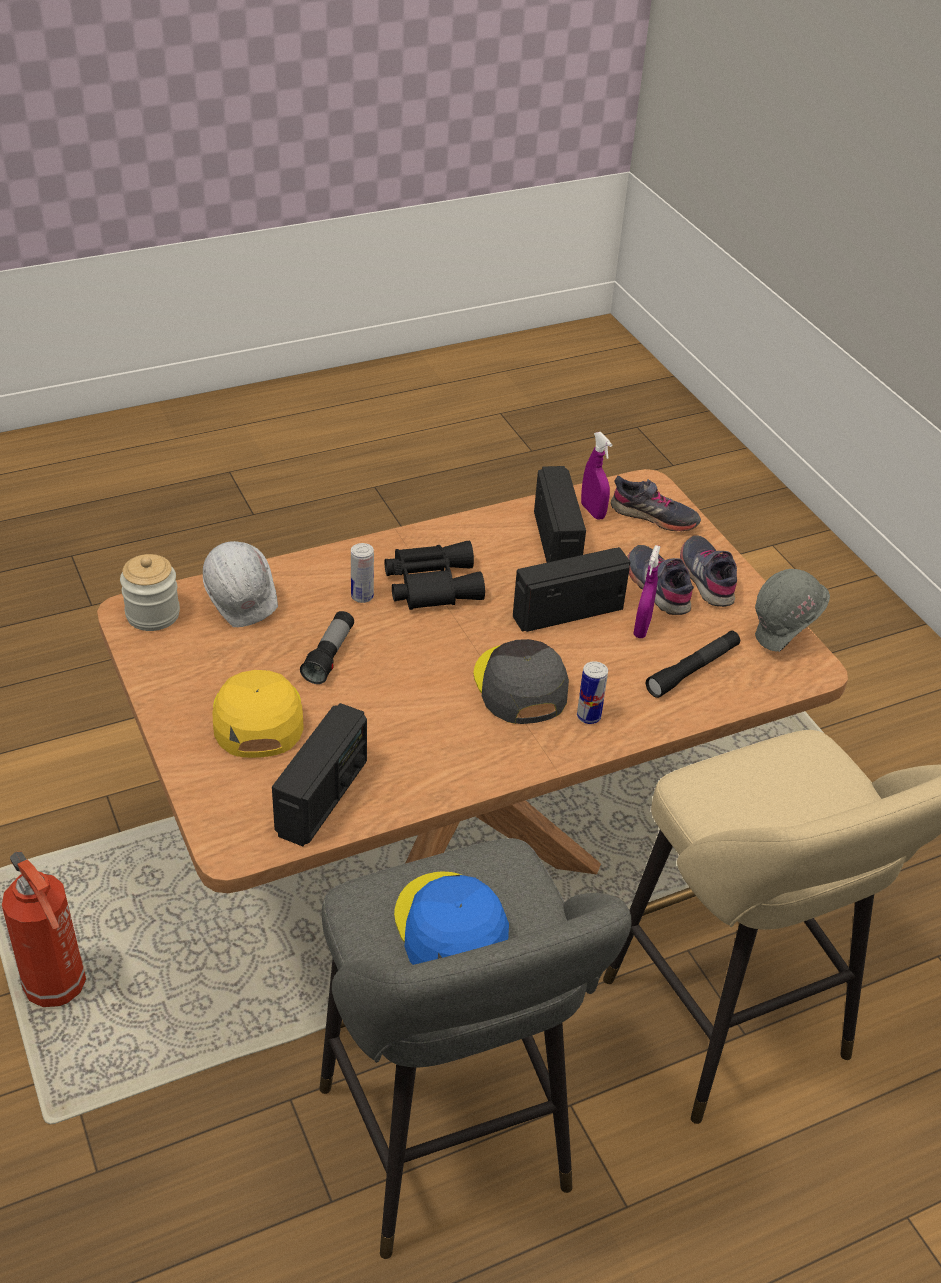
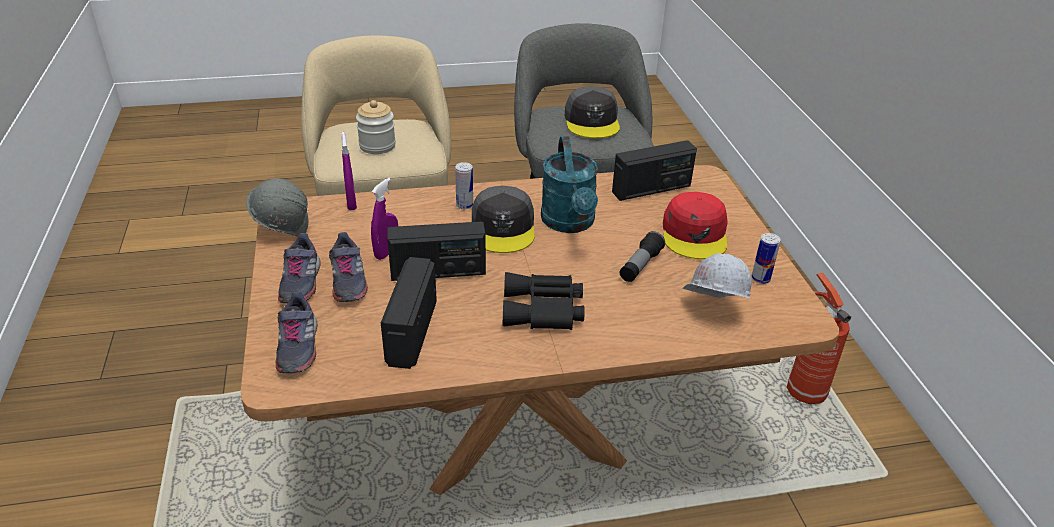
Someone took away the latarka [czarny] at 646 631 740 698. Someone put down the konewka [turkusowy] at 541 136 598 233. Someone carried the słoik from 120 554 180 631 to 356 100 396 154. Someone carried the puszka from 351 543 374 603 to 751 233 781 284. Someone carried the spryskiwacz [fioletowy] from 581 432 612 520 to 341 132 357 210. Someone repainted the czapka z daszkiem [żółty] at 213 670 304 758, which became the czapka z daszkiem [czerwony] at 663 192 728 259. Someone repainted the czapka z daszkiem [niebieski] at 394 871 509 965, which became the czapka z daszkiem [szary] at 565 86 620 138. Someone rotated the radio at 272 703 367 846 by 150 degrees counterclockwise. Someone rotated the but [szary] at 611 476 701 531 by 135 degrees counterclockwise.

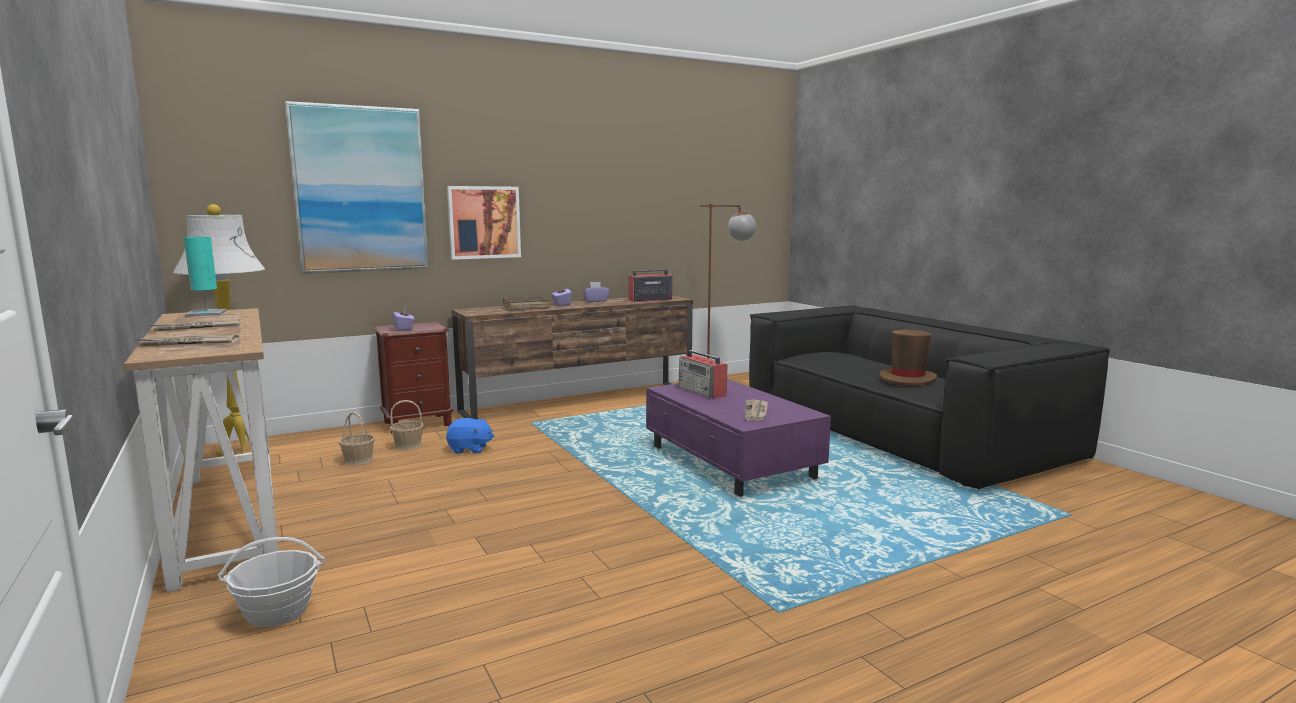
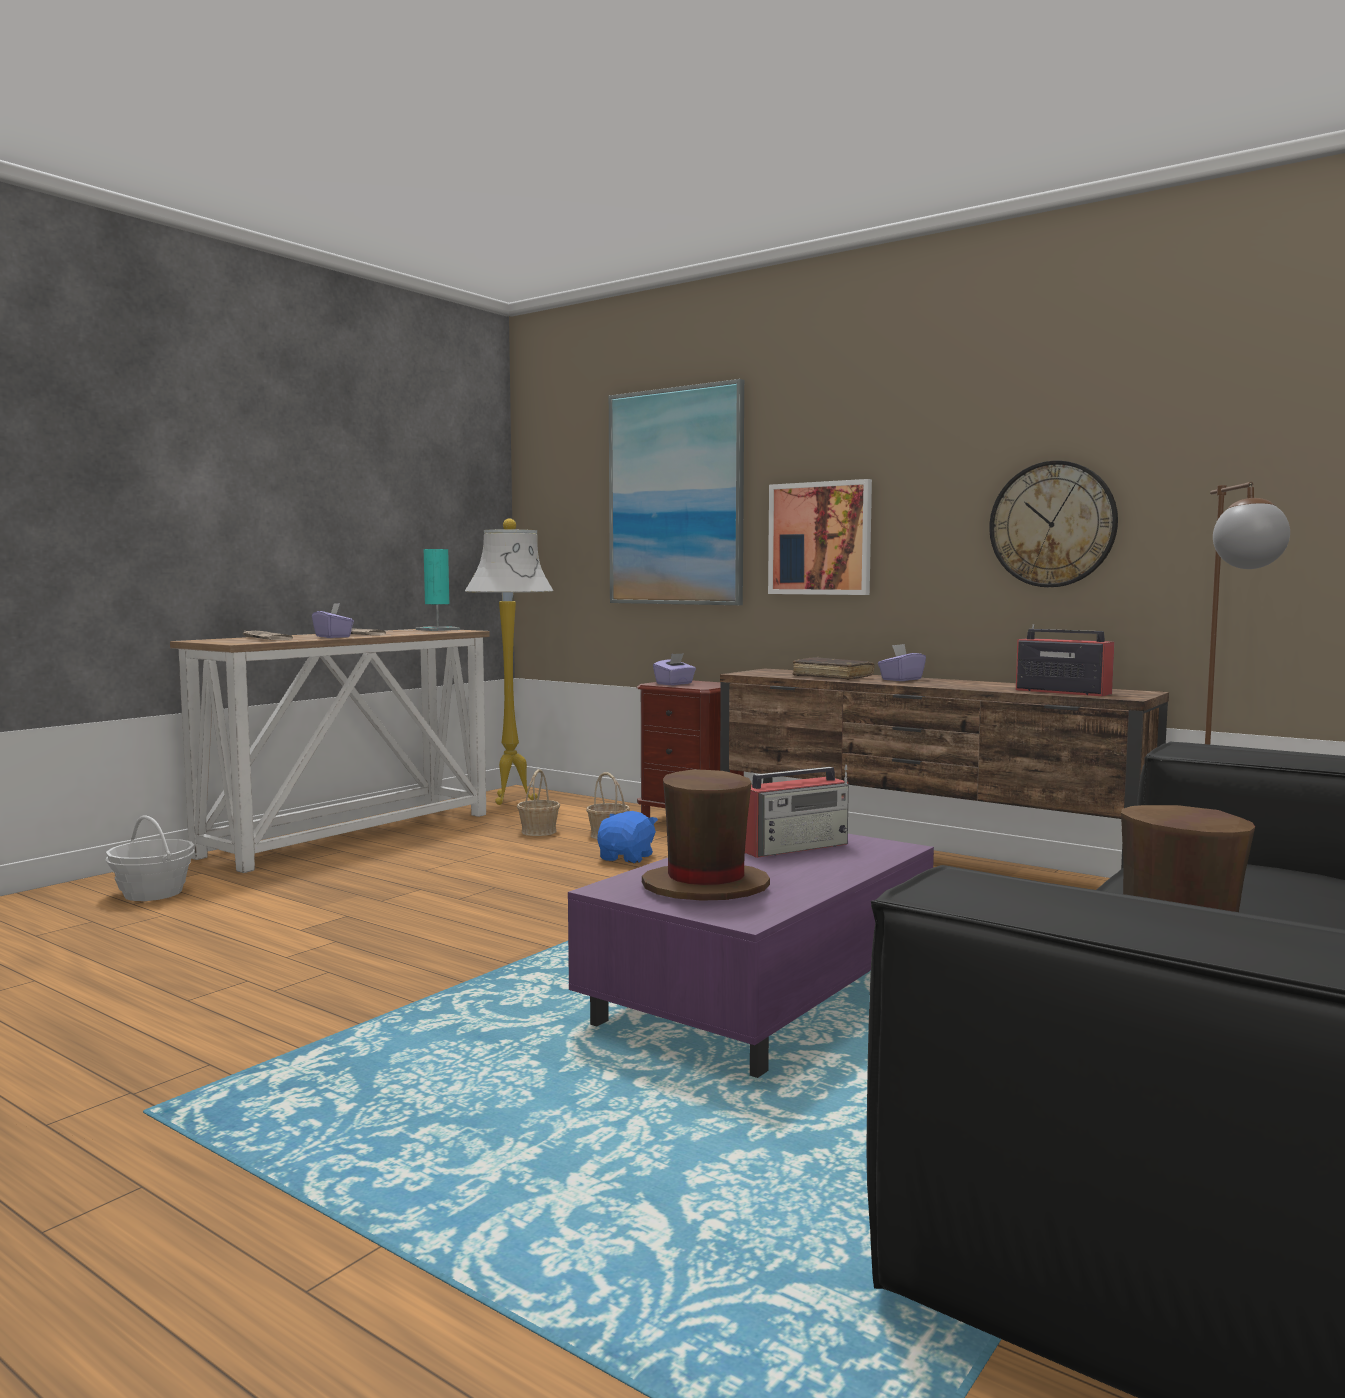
Someone put up the zegar ścienny at 989 461 1118 587. Someone carried the pudełko chusteczek [fioletowy] from 583 282 609 302 to 312 603 354 638. Someone swapped the gazeta at 745 400 768 421 for the kapelusz [brązowy] at 642 769 770 901. Someone rotated the pluszak [niebieski] at 446 418 494 453 by 135 degrees counterclockwise. Someone rotated the radio at 679 350 727 399 by 150 degrees counterclockwise.

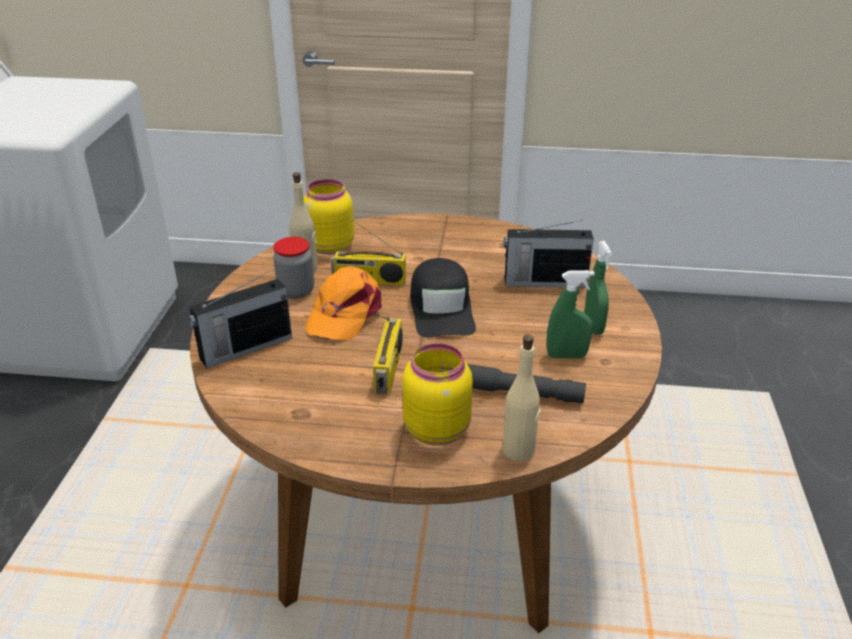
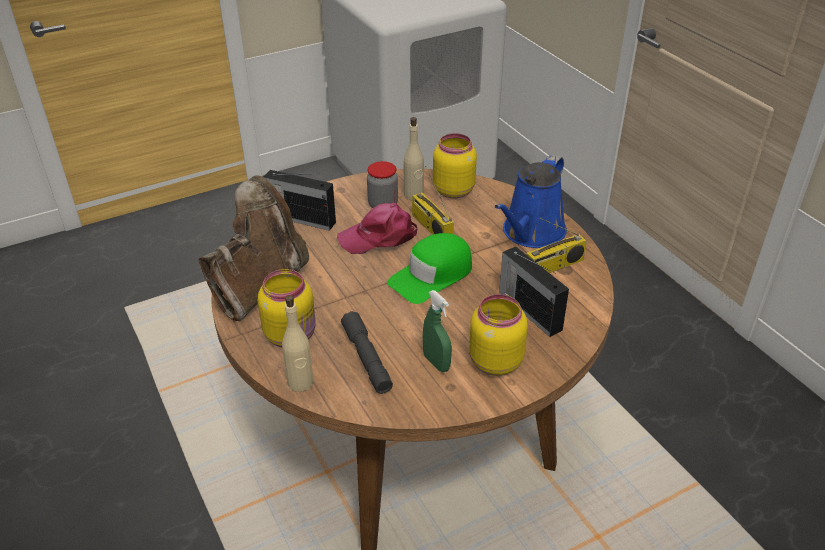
Someone put down the but z cholewką [brązowy] at 199 175 309 321. Someone put down the konewka [niebieski] at 495 155 567 248. Someone carried the radio from 373 314 403 394 to 526 218 587 273. Someone swapped the spryskiwacz [zielony] at 584 241 612 335 for the słoik [żółty] at 469 294 528 376. Someone repainted the czapka z daszkiem [pomarańczowy] at 305 266 382 340, which became the czapka z daszkiem [różowy] at 337 203 417 254. Someone repainted the czapka z daszkiem [czarny] at 410 258 476 338, which became the czapka z daszkiem [zielony] at 387 233 472 304.

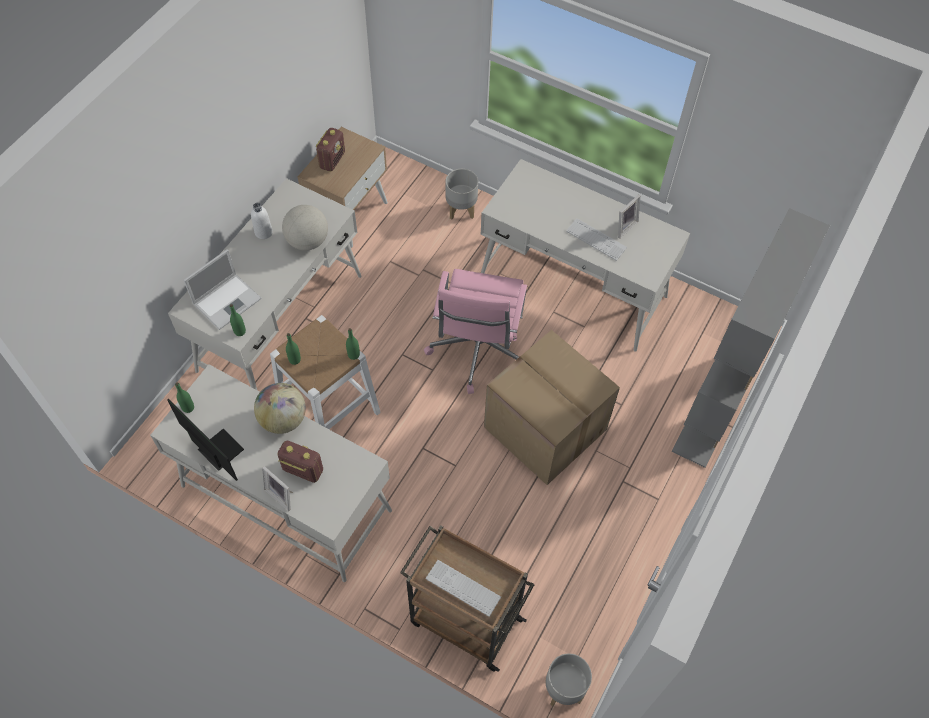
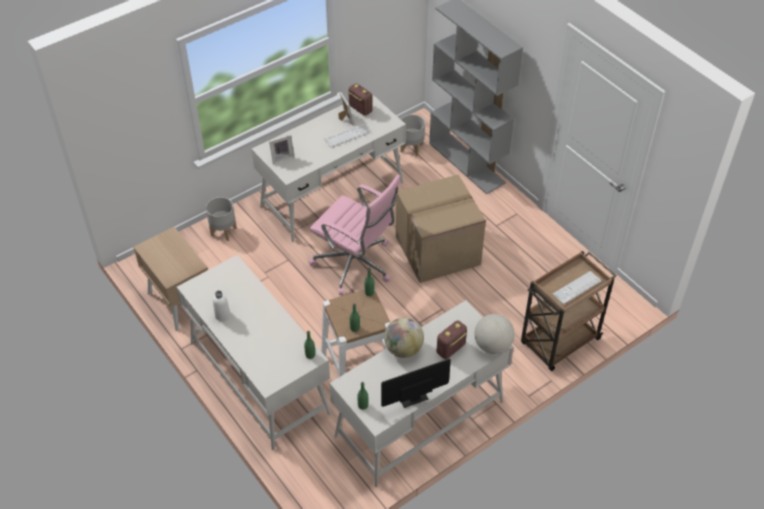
Someone took away the laptop at 184 249 262 330. Someone carried the ramka na zdjęcie from 262 466 293 511 to 269 134 295 165. Someone carried the globus from 282 205 328 251 to 474 314 515 354. Someone carried the radio from 316 128 345 171 to 348 83 373 116. Someone carried the donica [szary] from 546 653 592 706 to 400 114 425 156.

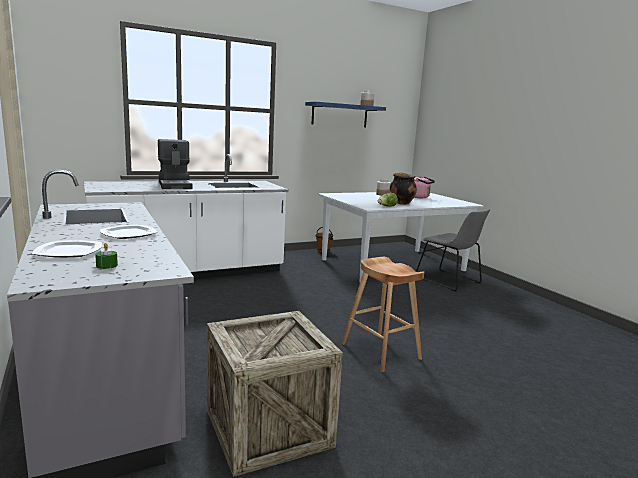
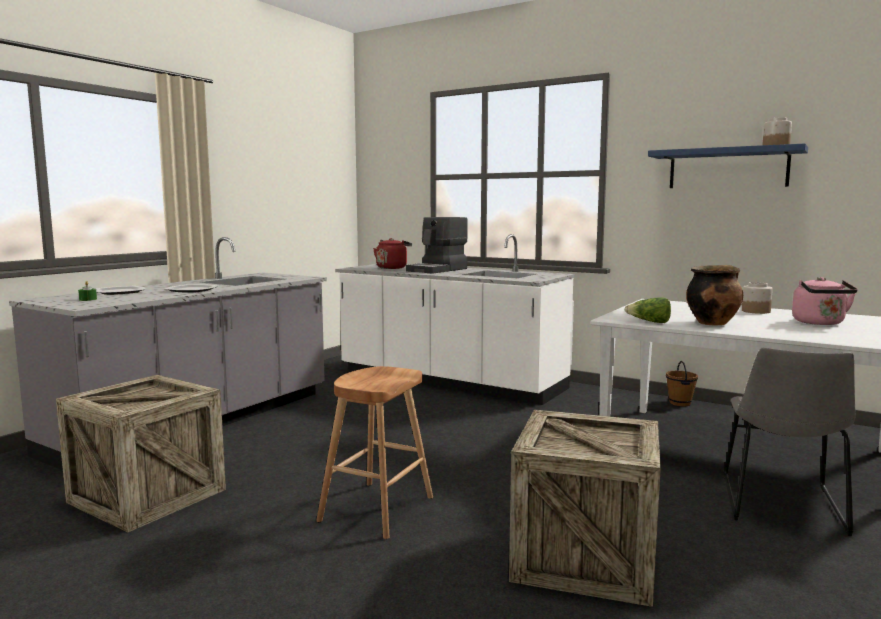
Someone put down the czajnik [czerwony] at 373 238 412 269. Someone put down the skrzynka at 509 410 661 607.

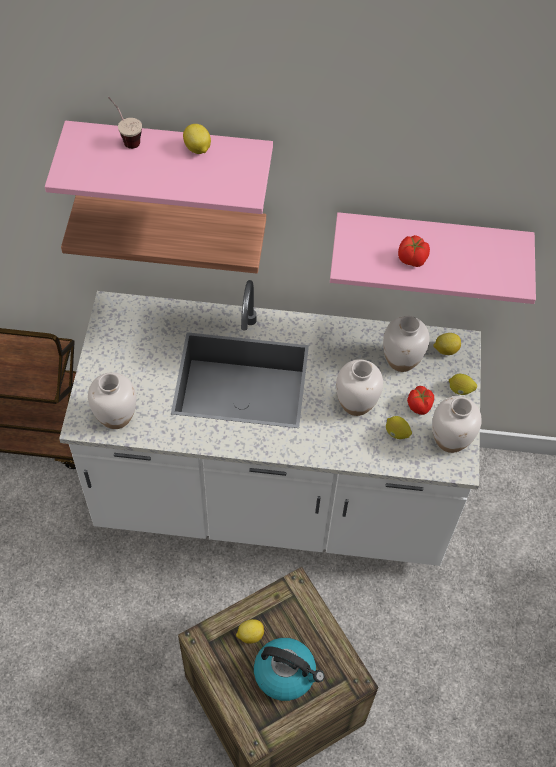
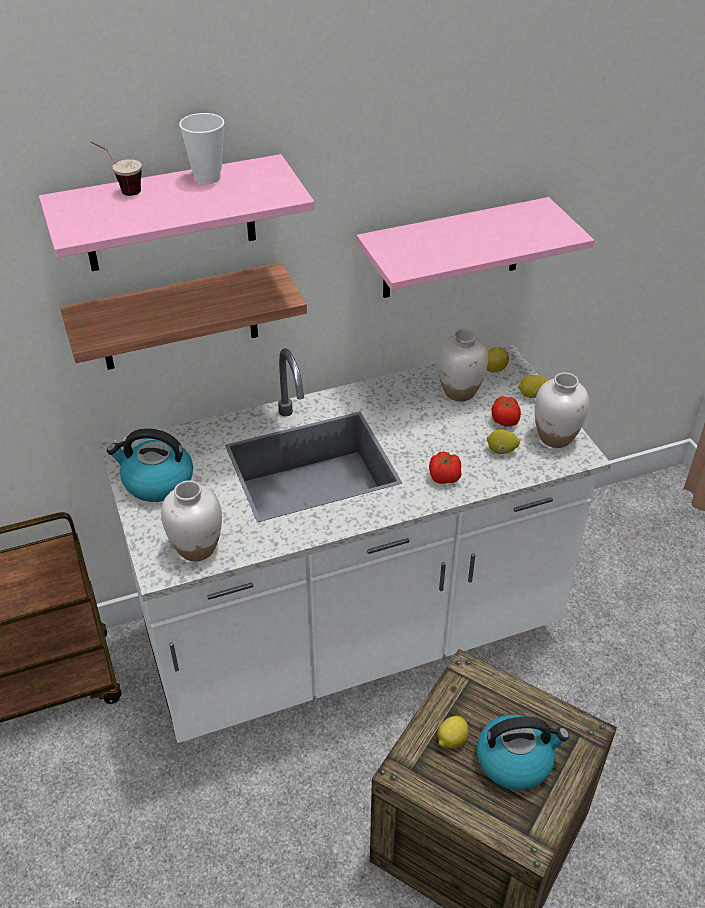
Someone took away the wazon [biały] at 336 359 383 416. Someone put down the czajnik at 107 428 193 502. Someone carried the pomidor from 398 235 430 267 to 429 451 461 484. Someone swapped the cytryna at 183 124 211 154 for the filiżanka at 179 113 224 184.

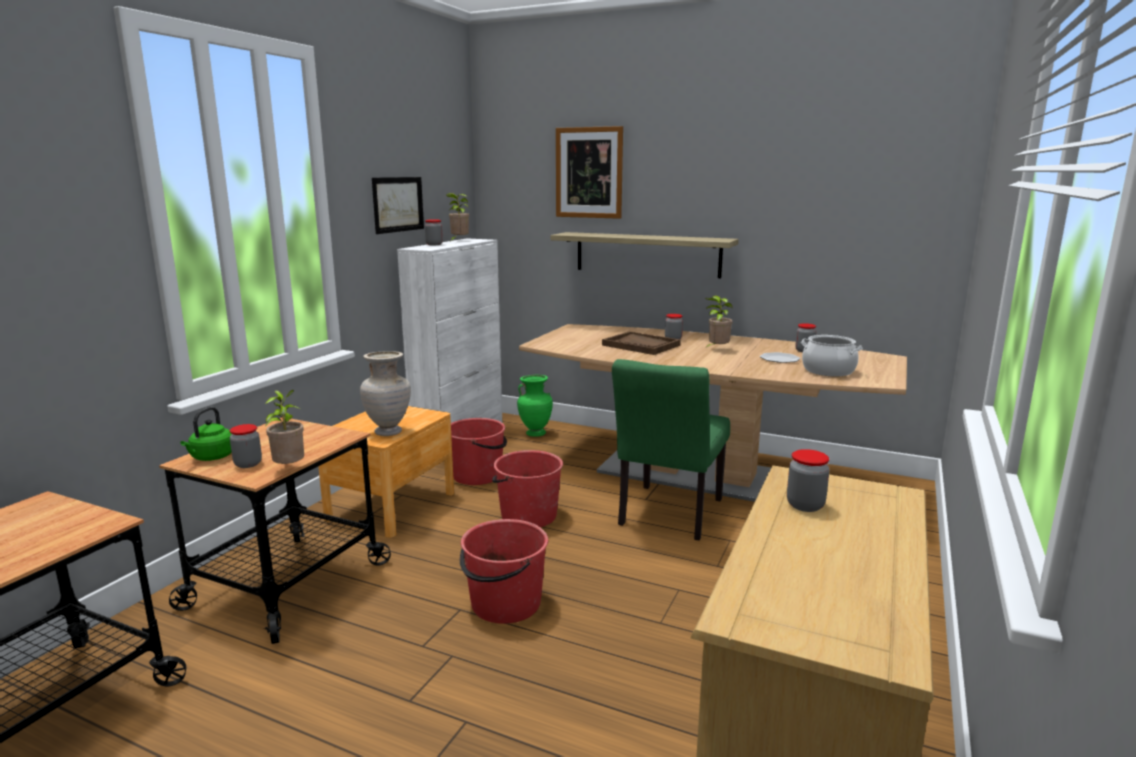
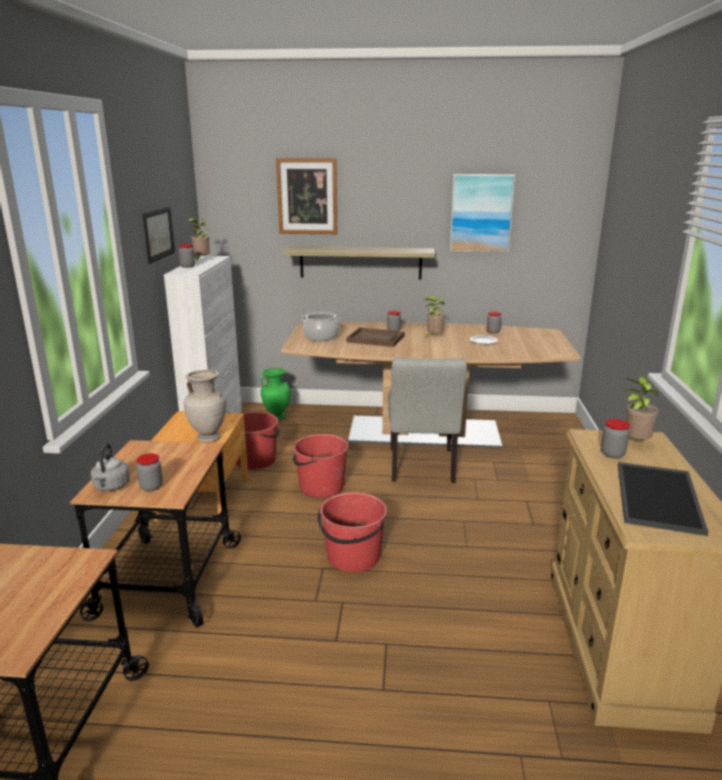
Someone put up the obraz at 450 174 515 252. Someone put down the taca at 618 462 708 536. Someone carried the roślina doniczkowa from 265 390 304 464 to 624 376 659 439. Someone carried the garnek from 801 335 863 377 to 301 312 341 341. Someone repainted the czajnik [zielony] at 180 407 232 461, which became the czajnik [szary] at 91 443 130 491. Someone repainted the krzesło [zielony] at 612 359 730 540, which became the krzesło [szary] at 388 358 467 483.

